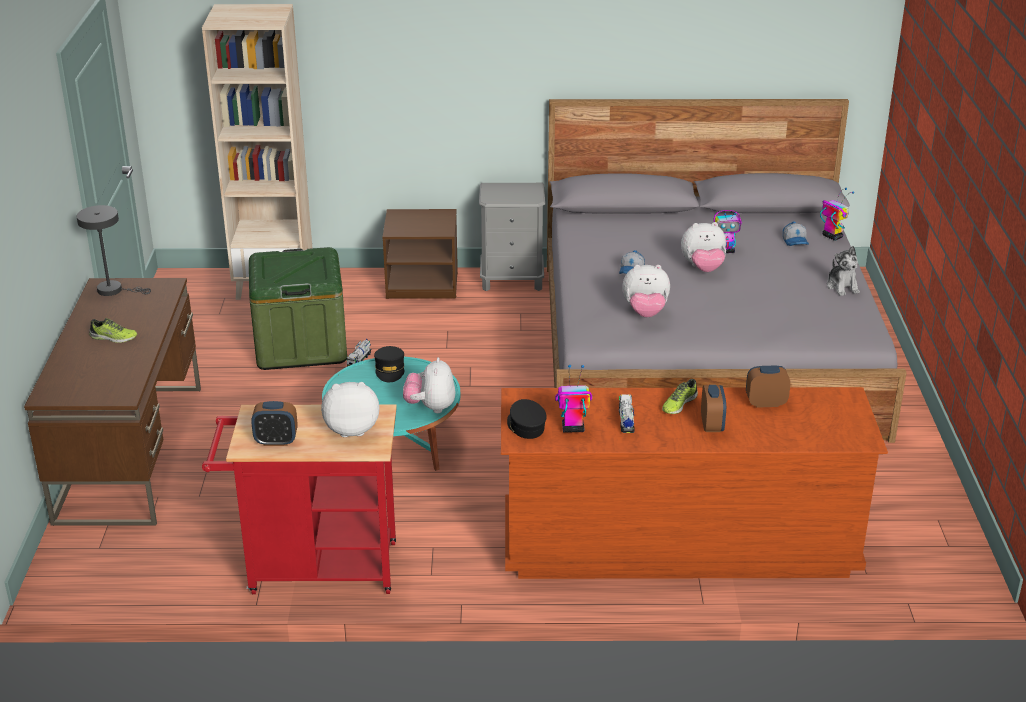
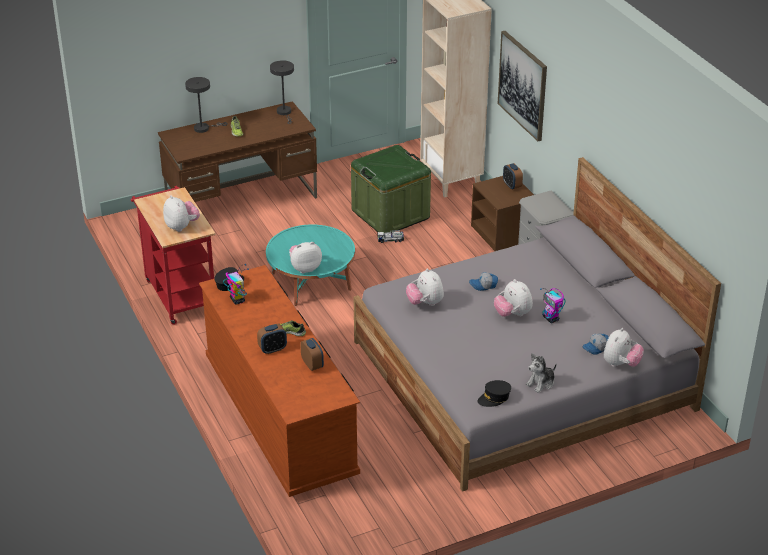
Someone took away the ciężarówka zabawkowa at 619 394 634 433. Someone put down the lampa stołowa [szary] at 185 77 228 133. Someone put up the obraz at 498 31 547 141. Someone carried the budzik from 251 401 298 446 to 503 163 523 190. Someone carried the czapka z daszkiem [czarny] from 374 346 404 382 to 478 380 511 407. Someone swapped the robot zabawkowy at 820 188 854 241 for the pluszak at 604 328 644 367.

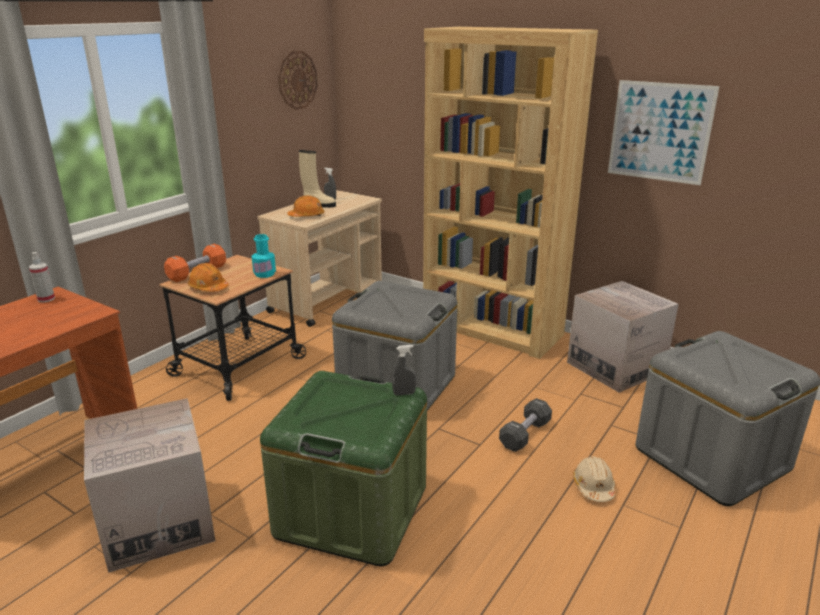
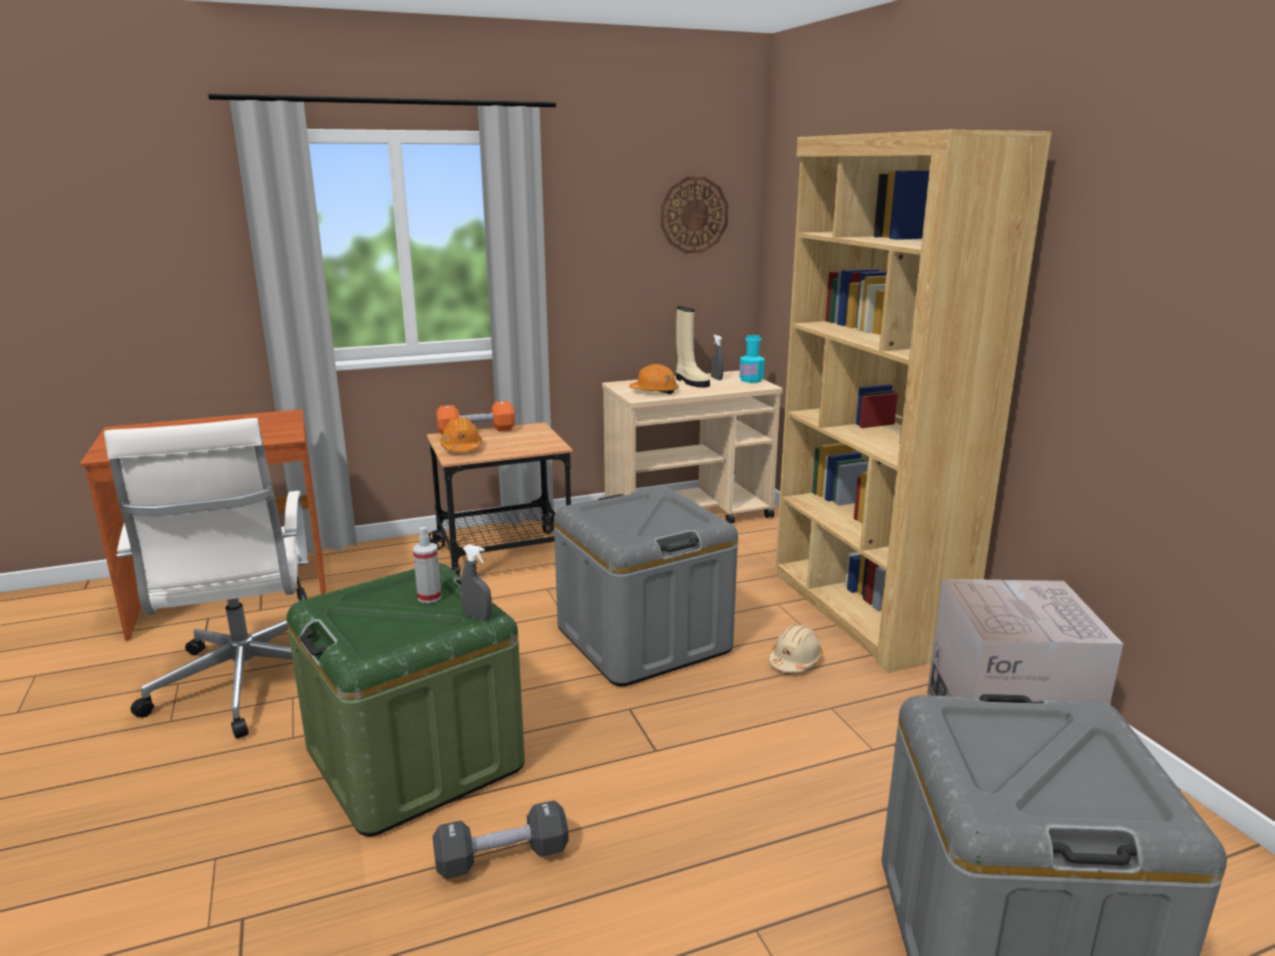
Someone took away the obraz at 608 80 719 185. Someone carried the spryskiwacz from 29 252 55 302 to 413 527 441 603. Someone carried the butelka [turkusowy] from 252 234 276 278 to 739 335 765 383. Someone carried the hantel [czarny] from 499 398 552 452 to 433 800 569 879. Someone carried the kask [beżowy] from 573 456 615 502 to 768 625 823 673. Someone swapped the karton at 84 398 216 573 for the krzesło biurowe [biały] at 104 418 309 739.

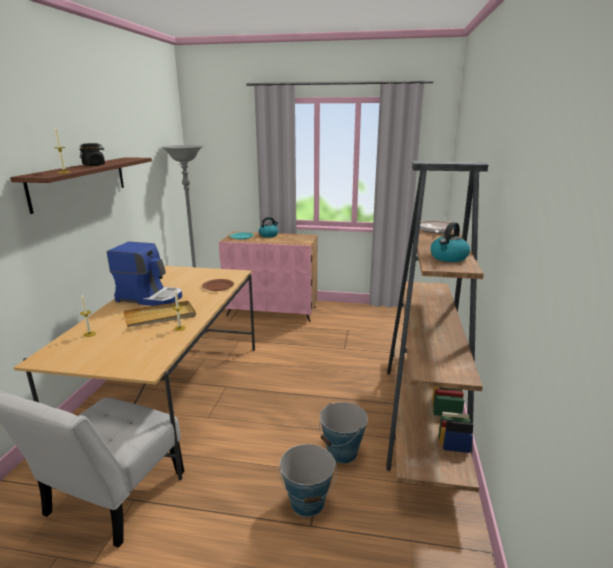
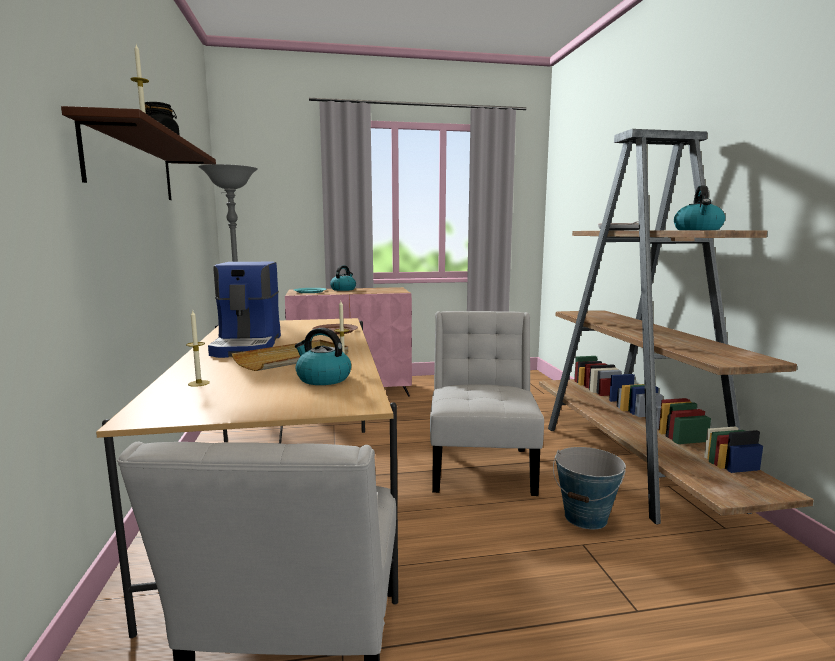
Someone took away the wiadro at 279 444 337 517. Someone put down the czajnik at 295 328 351 385. Someone put down the krzesło [biały] at 430 311 544 496. Someone rotated the ekspres do kawy at 107 242 182 306 by 90 degrees clockwise.

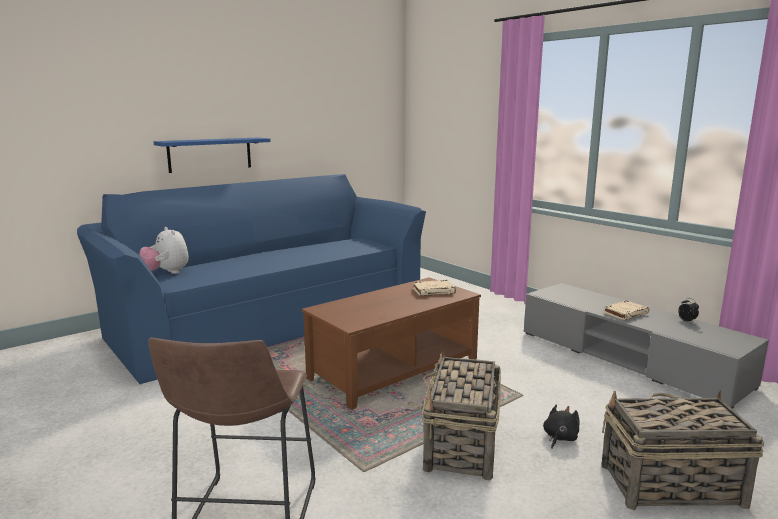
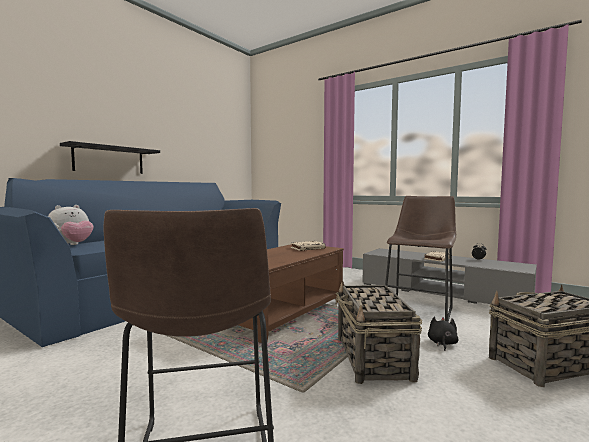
Someone put down the stołek [brązowy] at 385 196 456 322. Someone repainted the półka [niebieski] at 154 137 271 173, which became the półka [czarny] at 60 141 160 174. Someone rotated the pluszak at 140 227 189 274 by 90 degrees counterclockwise.

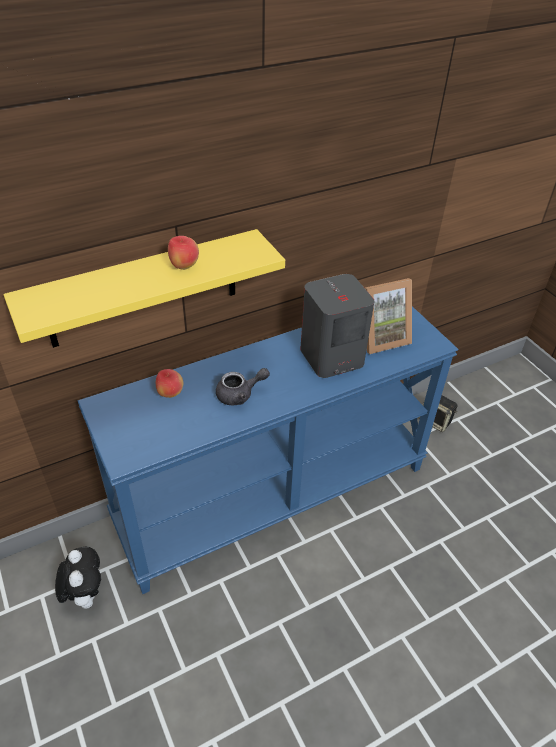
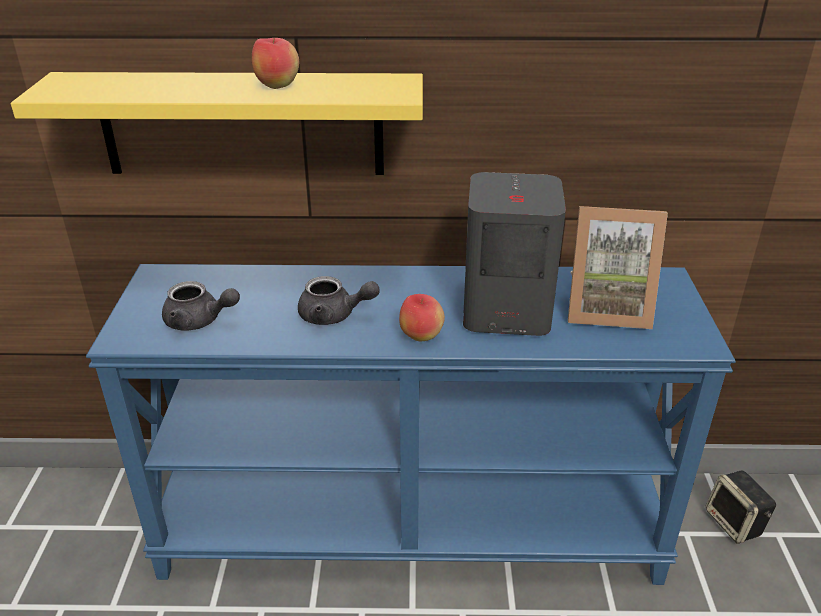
Someone took away the pluszak at 55 546 101 609. Someone put down the imbryk [szary] at 162 281 240 331. Someone carried the jabłko from 156 369 183 398 to 399 294 445 341.

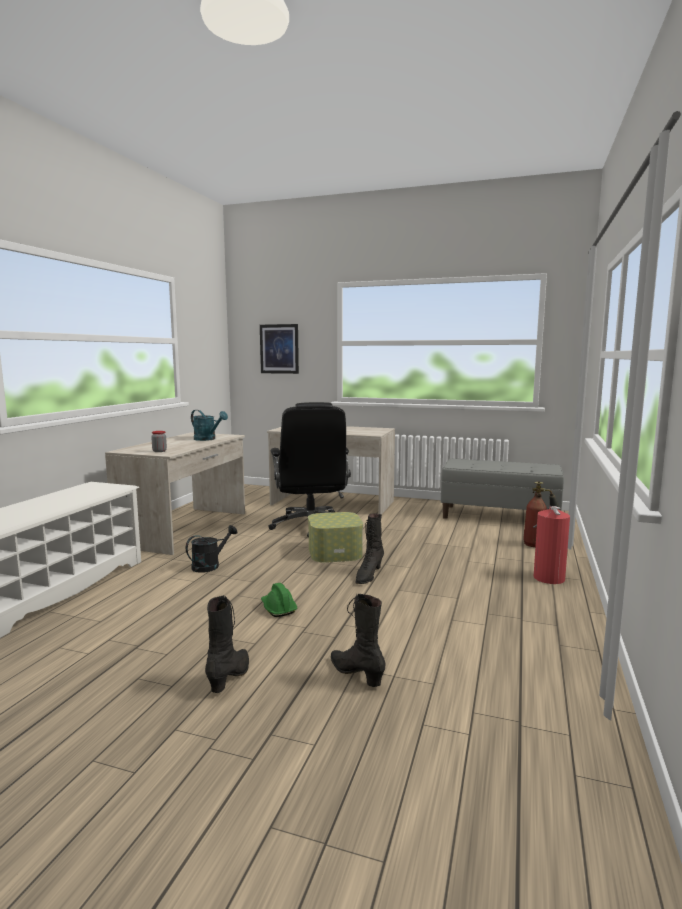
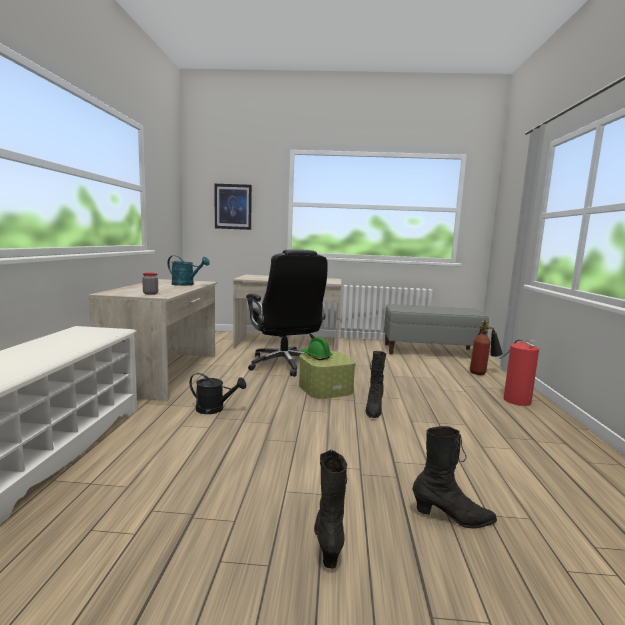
Someone carried the kask [zielony] from 261 583 297 617 to 301 337 332 360. Someone rotated the konewka [czarny] at 186 525 238 573 by 75 degrees clockwise. Someone rotated the but z cholewką [czarny] at 331 594 385 687 by 150 degrees clockwise.

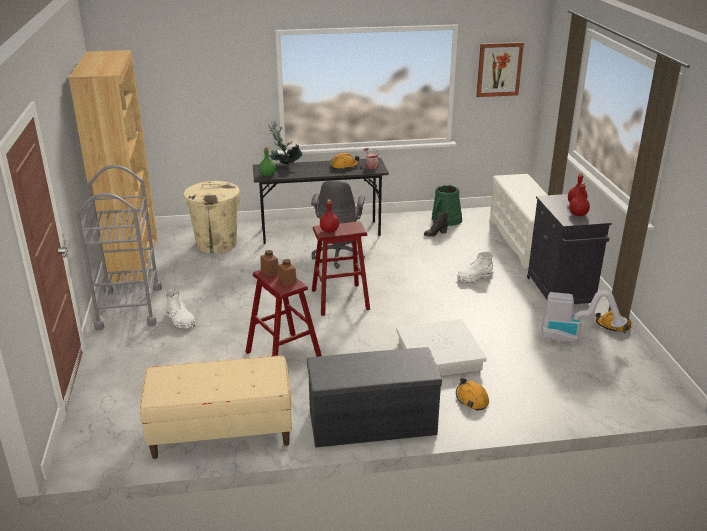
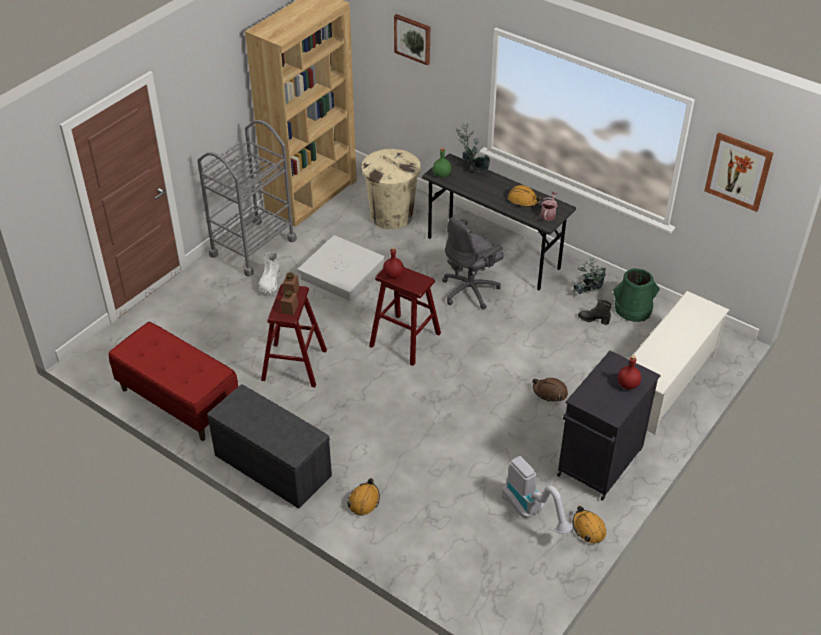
Someone took away the butelka [czerwony] at 569 183 590 216. Someone put up the obraz at 394 14 430 66. Someone put down the roślina doniczkowa at 573 257 606 294. Someone carried the pojemnik do przechowywania [biały] from 396 319 487 376 to 297 235 385 301. Someone swapped the but z cholewką [biały] at 457 252 493 283 for the kask [brązowy] at 533 378 568 402. Someone repainted the ławka [beżowy] at 140 356 292 459, which became the ławka [czerwony] at 109 322 238 441.

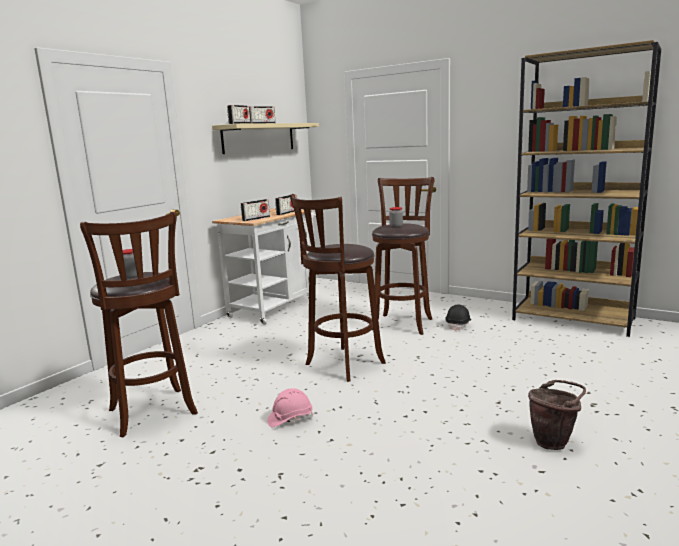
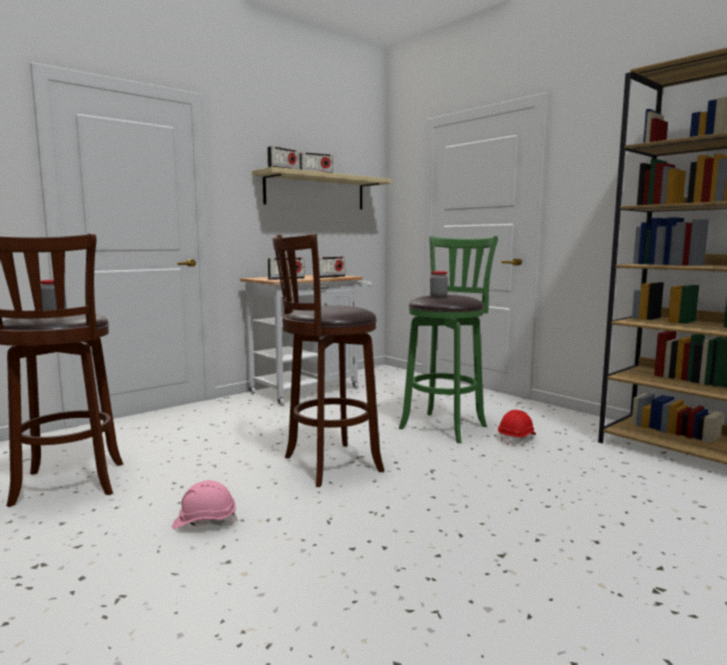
Someone took away the wiadro [brązowy] at 528 380 586 450. Someone repainted the stołek [brązowy] at 372 177 435 335, which became the stołek [zielony] at 399 236 498 443. Someone repainted the kask [czarny] at 445 305 471 331, which became the kask [czerwony] at 498 410 536 446.

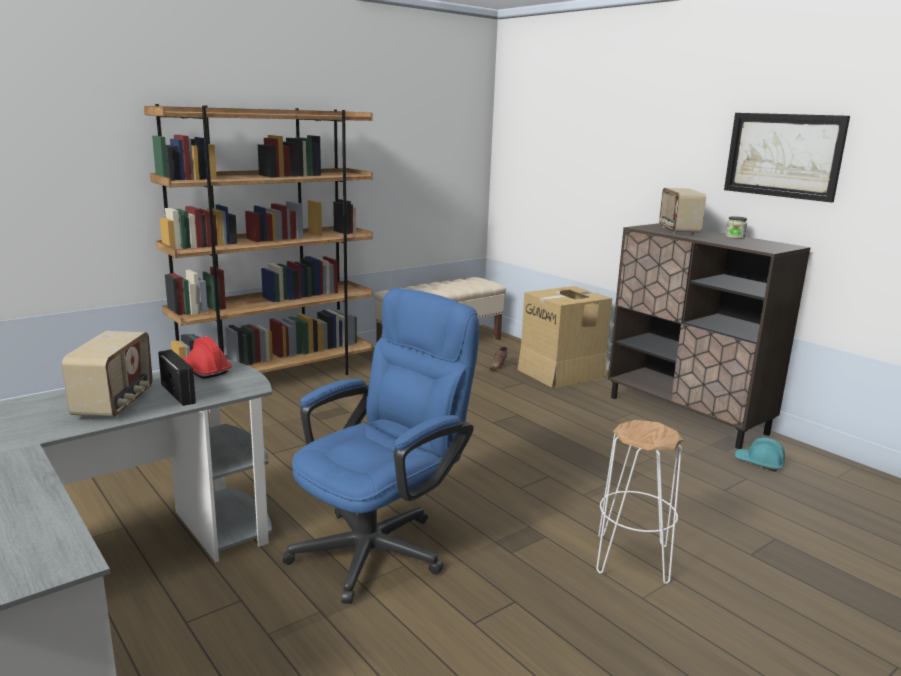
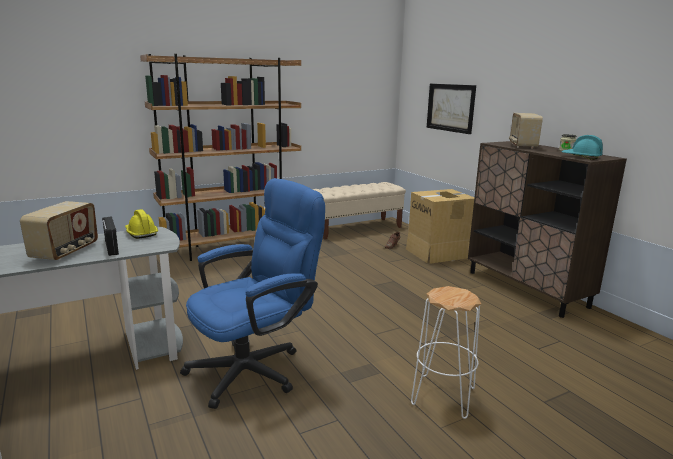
Someone carried the obraz from 724 113 850 202 to 427 84 476 134. Someone carried the kask [turkusowy] from 735 438 785 472 to 561 135 603 160. Someone repainted the kask [czerwony] at 182 337 232 379, which became the kask [żółty] at 125 209 158 239.

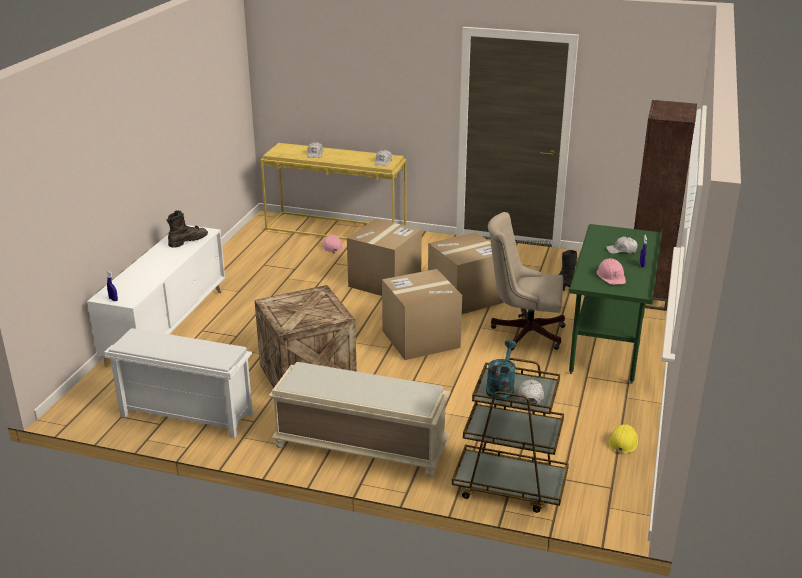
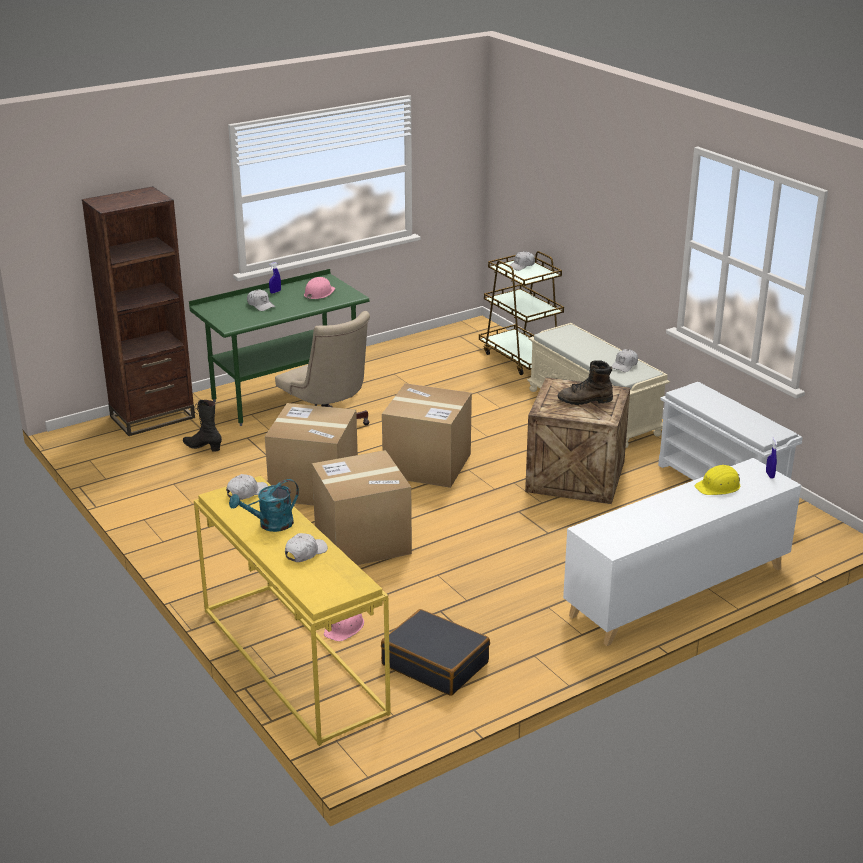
Someone put down the walizka [czarny] at 381 609 490 696. Someone put down the czapka z daszkiem [biały] at 612 349 638 372. Someone carried the but z cholewką [brązowy] from 166 210 208 248 to 557 360 613 405. Someone carried the konewka [turkusowy] from 486 340 517 399 to 229 479 299 532. Someone carried the kask [żółty] from 608 424 638 454 to 695 465 740 495.

